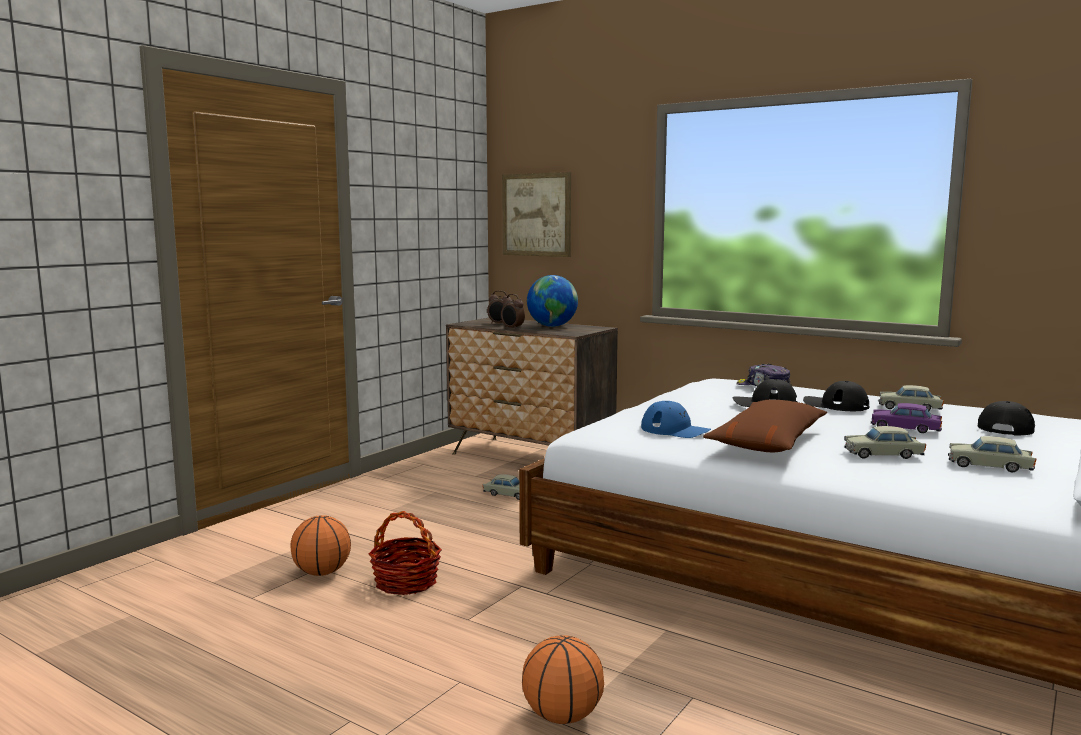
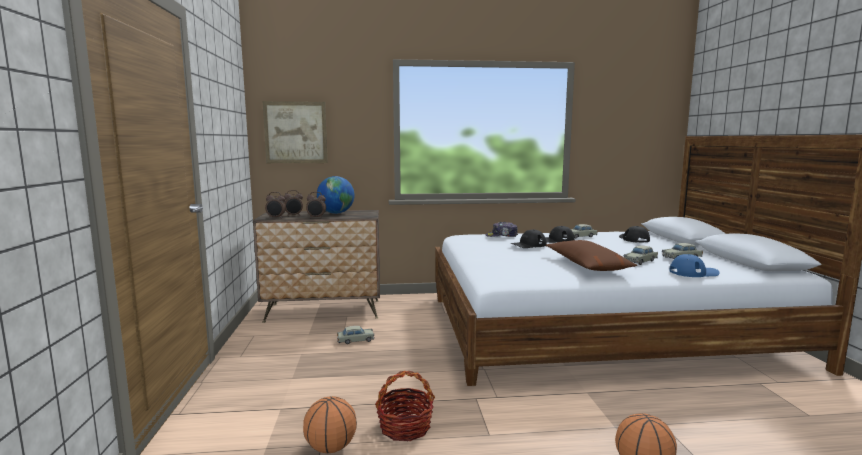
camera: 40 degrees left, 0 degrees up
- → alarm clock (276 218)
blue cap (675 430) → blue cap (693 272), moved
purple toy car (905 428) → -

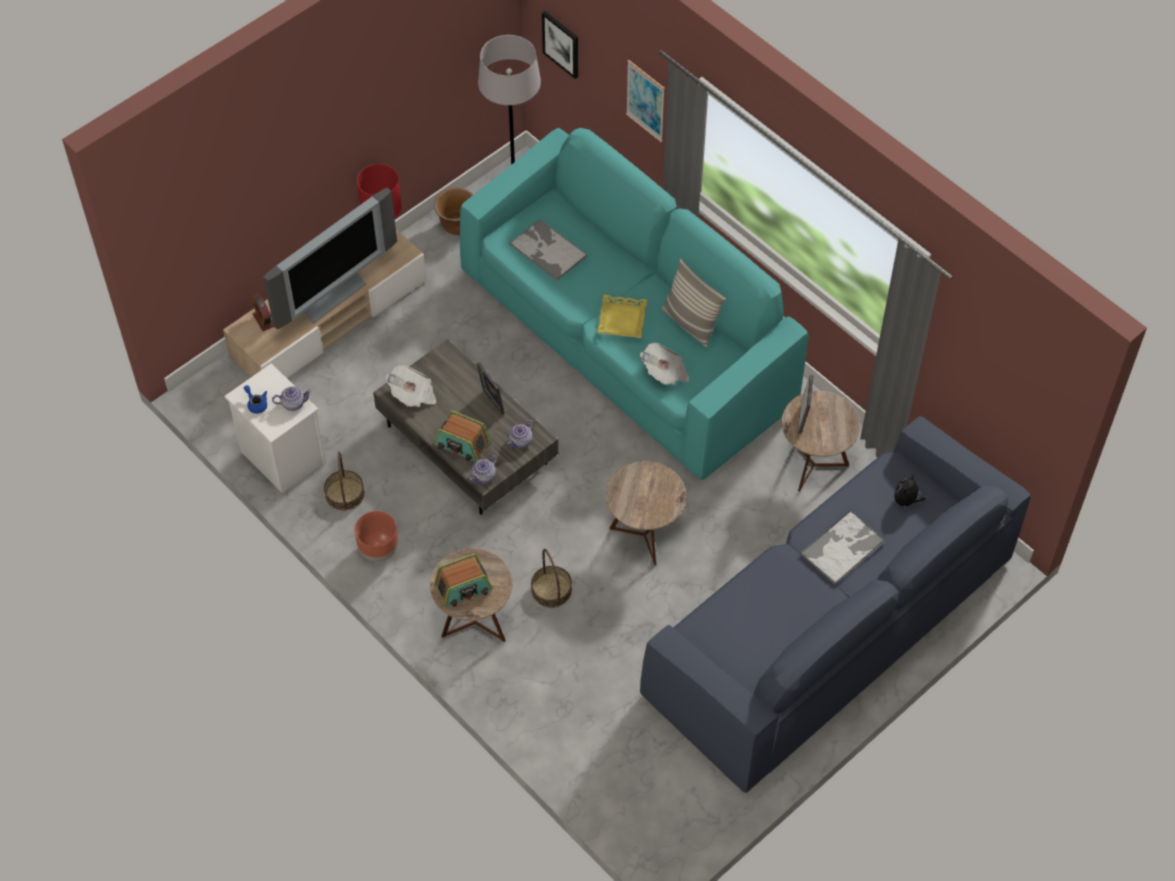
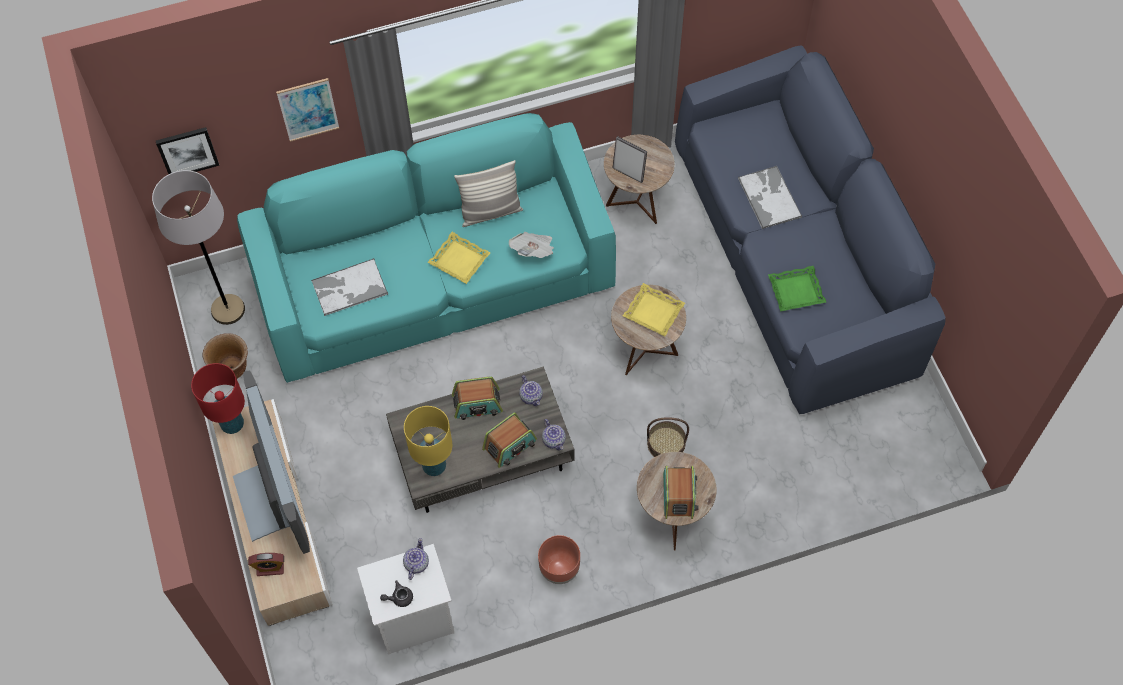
camera: 65 degrees left, 5 degrees up
blue teapot (256 404) → grey teapot (399 598)
newspaper (413 395) → yellow table lamp (434 466)
picture frame (491 402) → radio (477 404)
- → yellow tray (653 313)
- → green tray (796 291)
basket (344 494) → -
plush toy (906 501) → -

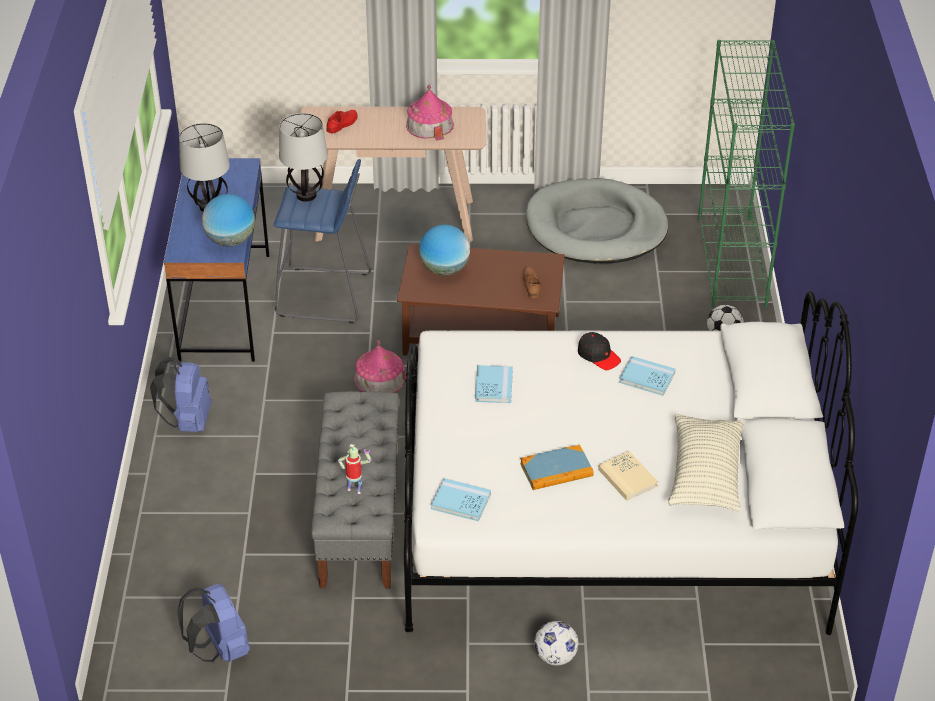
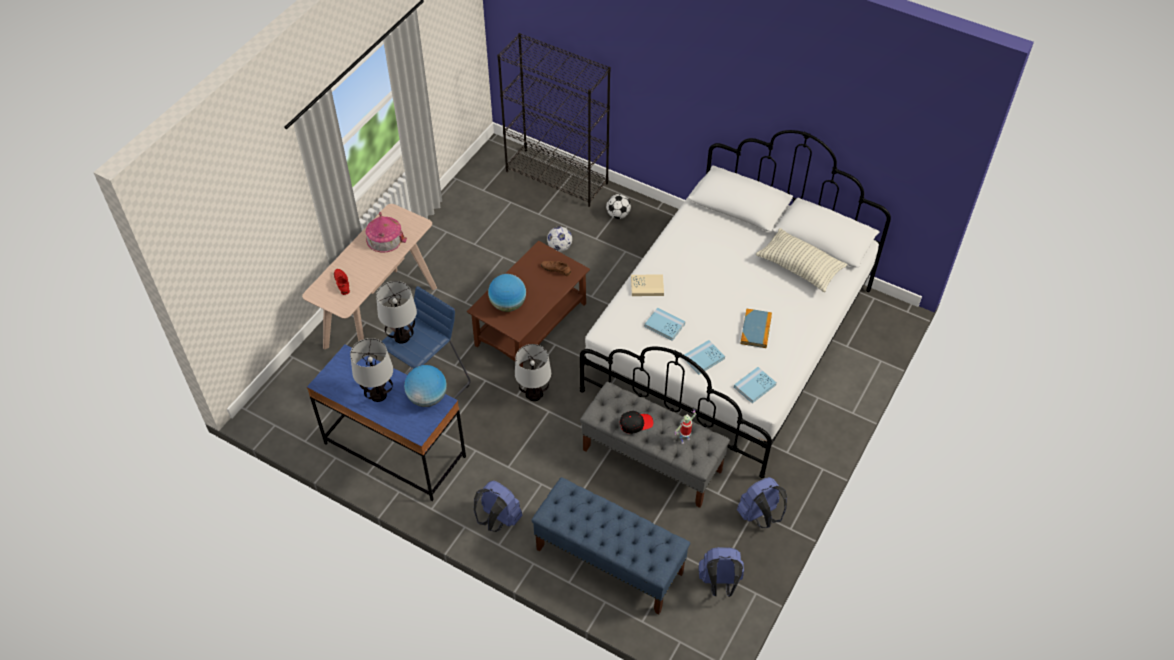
camera: 60 degrees left, 10 degrees up
green bookcase (732 262) → black bookcase (557 177)
toy house (379 379) → table lamp (533 395)
- → blue bench (608 561)
football (555 657) → football (560 247), moved
black cap (598 355) → black cap (635 423), moved
beige book (627 477) → beige book (647 286), moved
blue book (647 378) → blue book (703 358), moved
- → blue backpack (759 516)
grey dog bed (596 227) → -

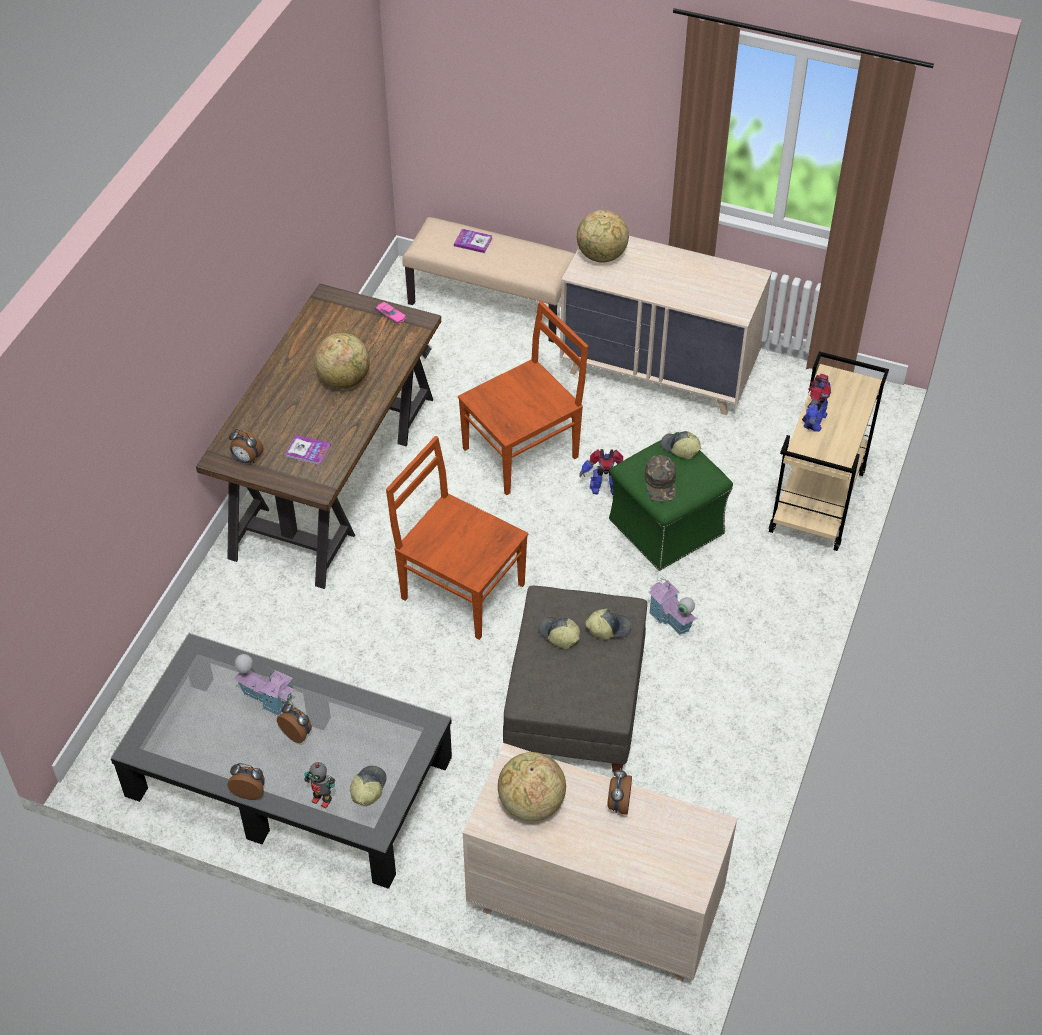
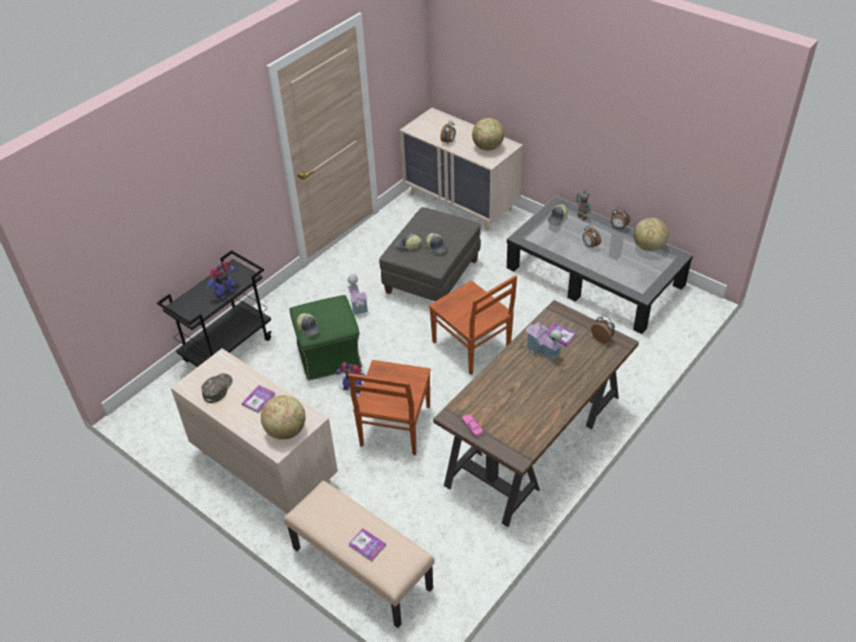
camera: 160 degrees left, 5 degrees down
beige cart (817 503) → black cart (228 349)
green cap (661 483) → green cap (217 388), moved
- → book (259 399)
brown chair (523 451) → brown chair (394 427), 60 degrees counterclockwise
toy house (268 698) → toy house (542 350), moved
globe (344 380) → globe (648 247), moved

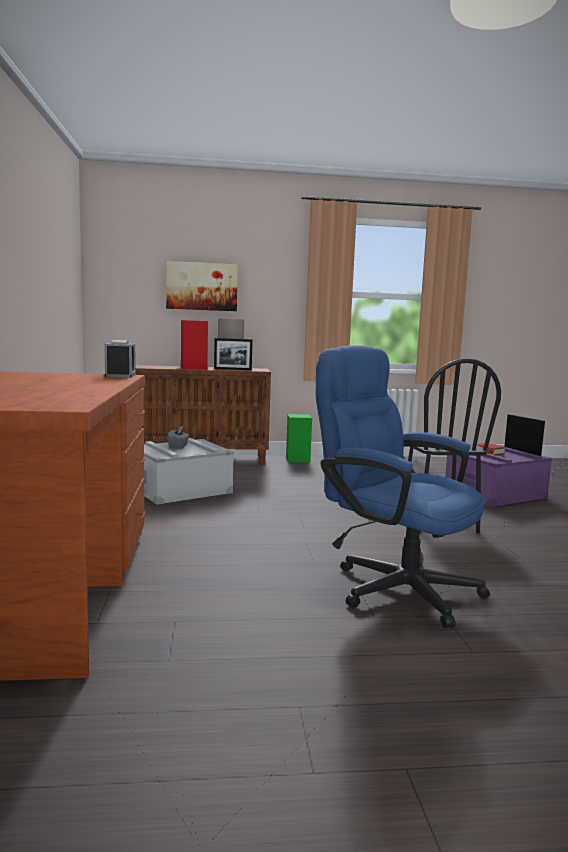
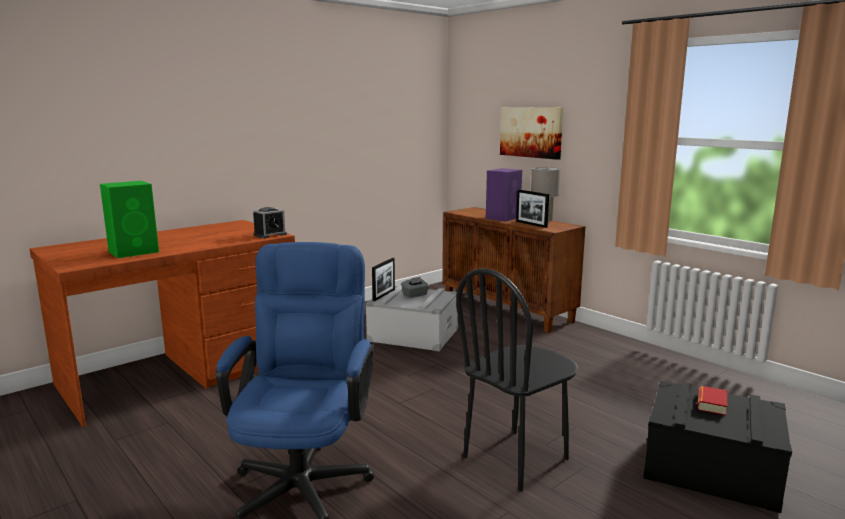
camera: 55 degrees right, 5 degrees up
green speaker (297 459) → green speaker (135 251), moved
picture frame (522 451) → picture frame (384 295), moved
red speaker (193 368) → purple speaker (503 218)
purple storage box (494 494) → black storage box (710 468)

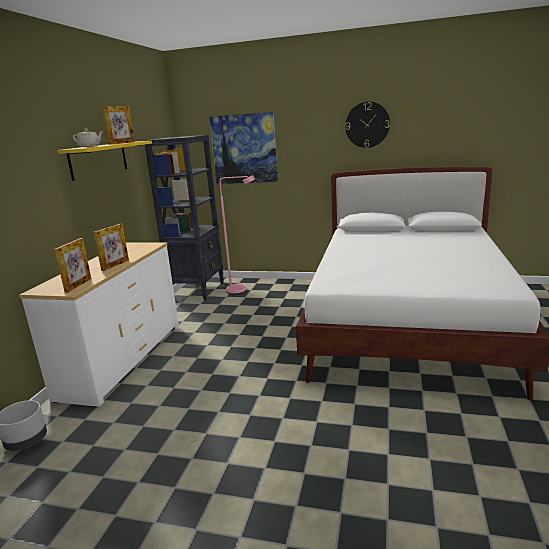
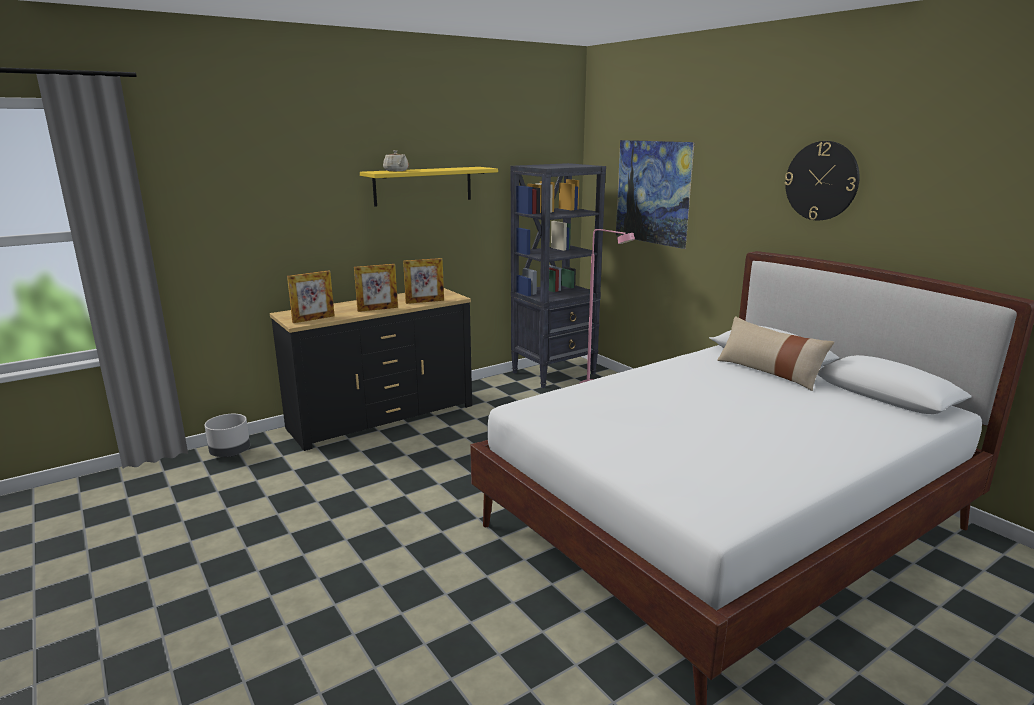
camera: 40 degrees right, 0 degrees up
white dresser (123 359) → black dresser (382 417)
picture frame (122 143) → picture frame (425 301), moved
- → beige pillow (769 372)

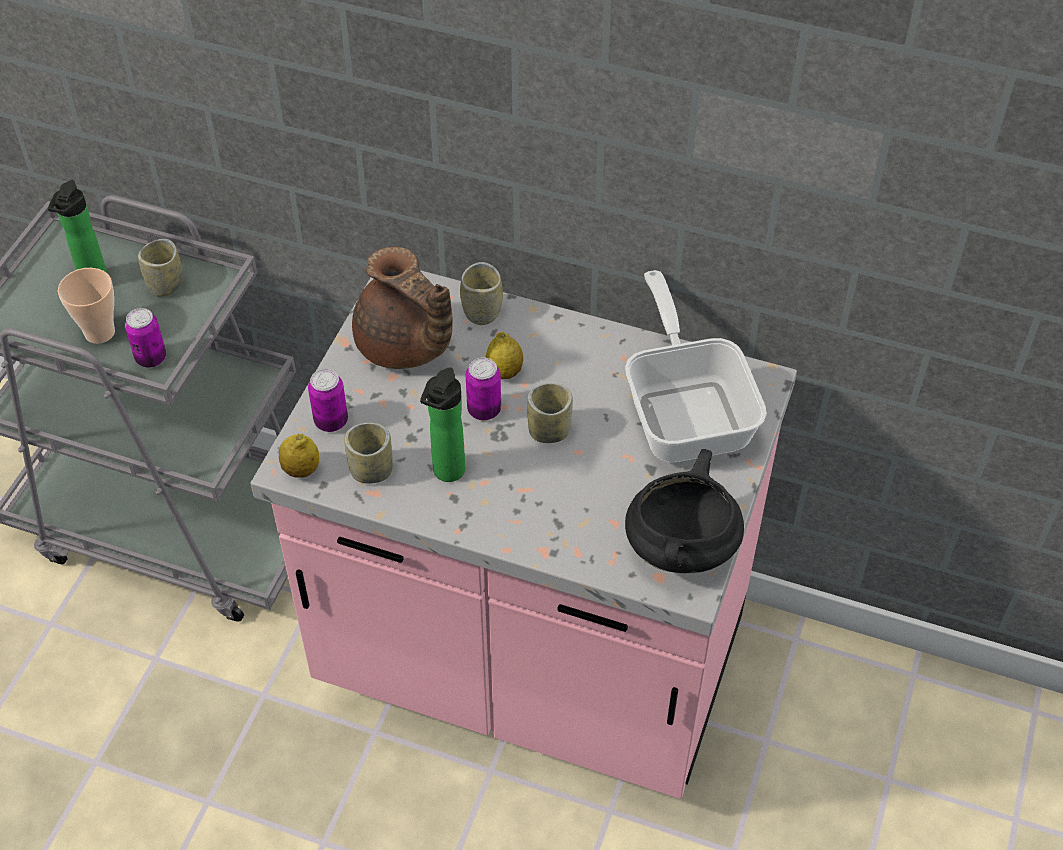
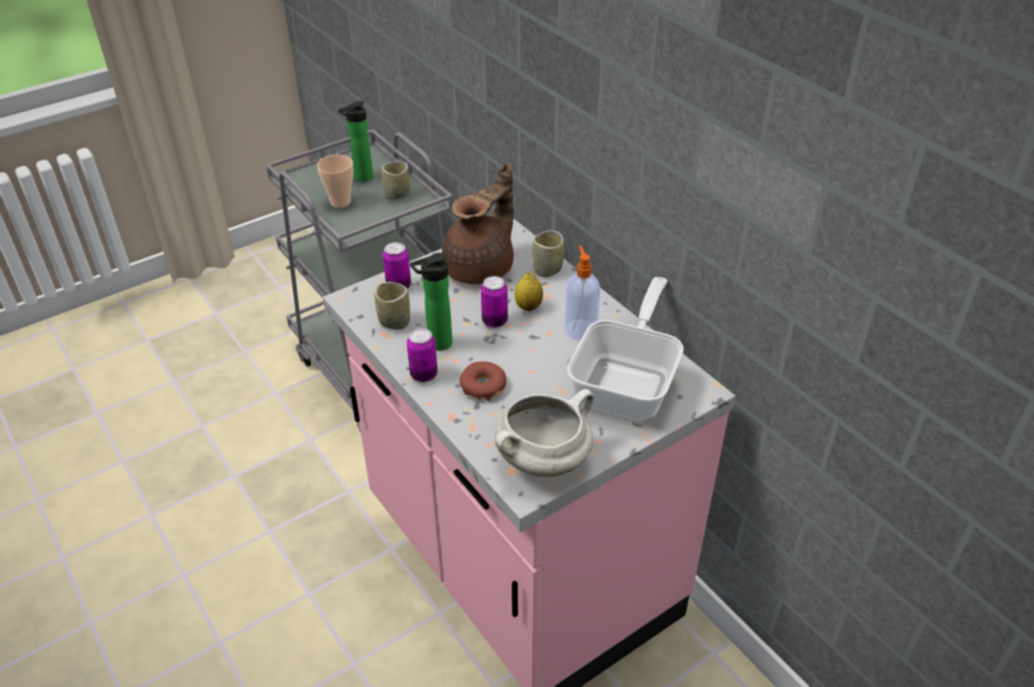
camera: 35 degrees right, 10 degrees down
can (151 358) → can (424 374), moved
brown teapot (405 346) → brown teapot (482 267), 135 degrees counterclockwise
- → donut (483 386)
black cooking pot (680 546) → white cooking pot (543 460)
- → soap dispenser (580 329)
lemon (301 470) → -
cup (549 431) → -

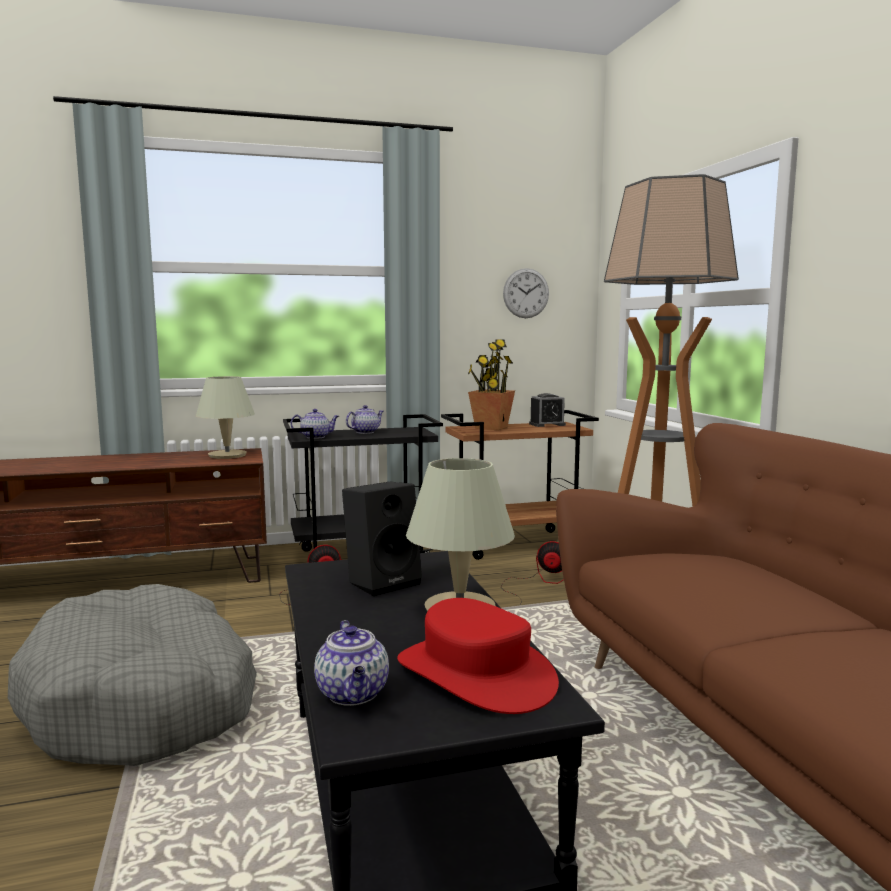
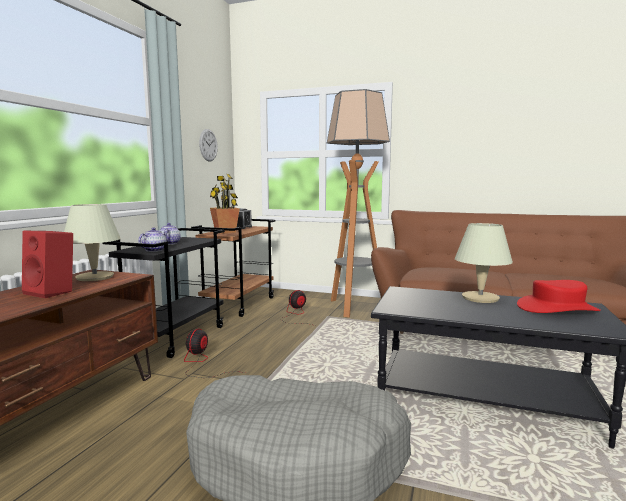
camera: 55 degrees left, 0 degrees up
- → red speaker (52 292)
teapot (353 694) → -
black speaker (383 582) → -

